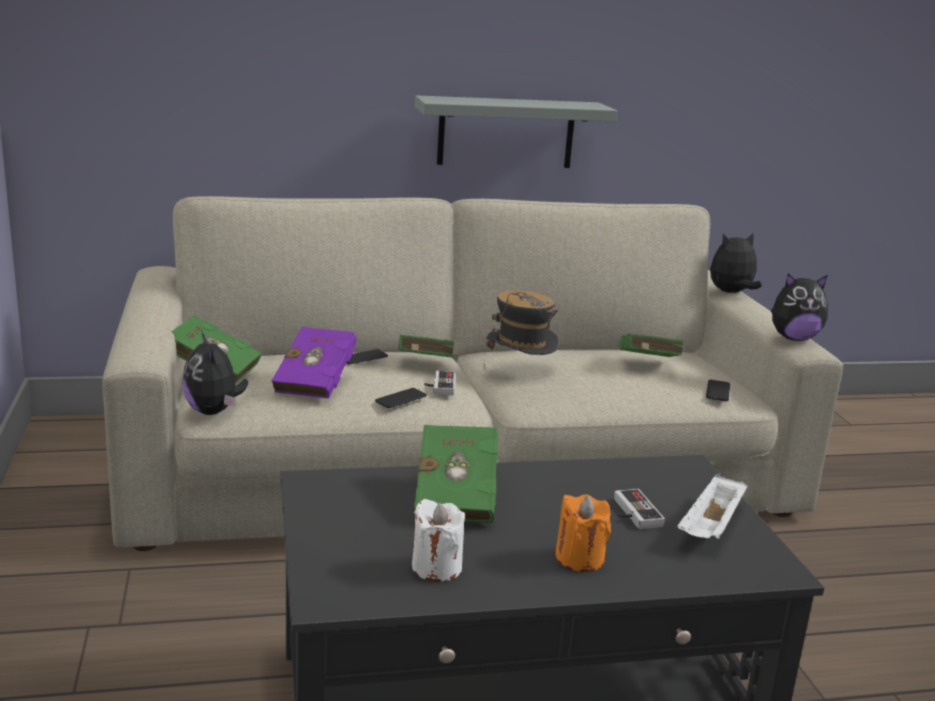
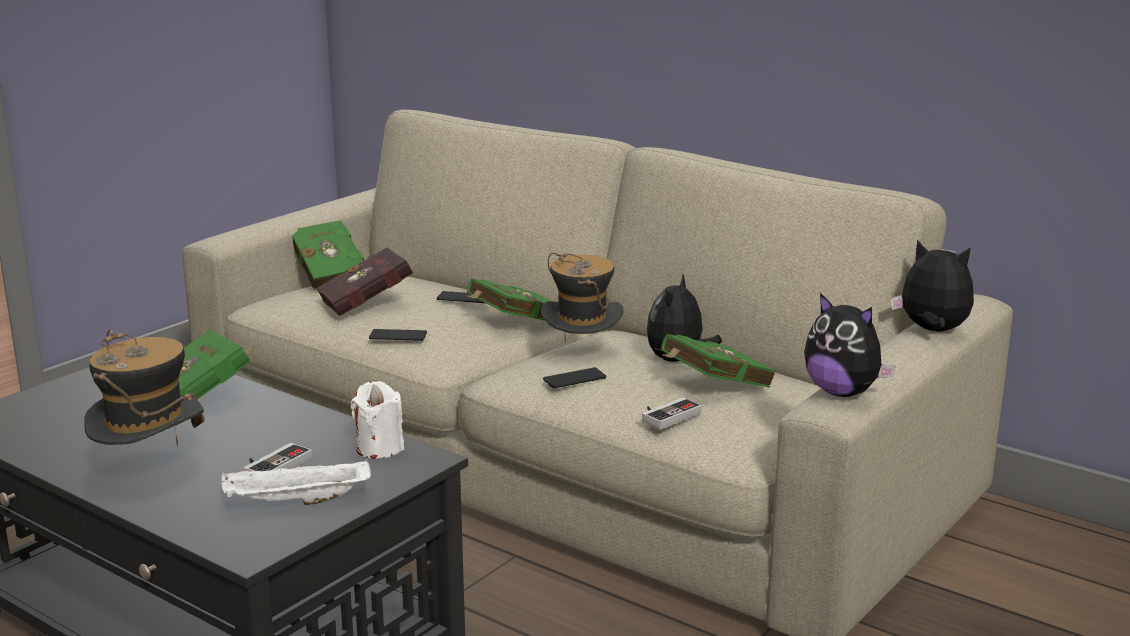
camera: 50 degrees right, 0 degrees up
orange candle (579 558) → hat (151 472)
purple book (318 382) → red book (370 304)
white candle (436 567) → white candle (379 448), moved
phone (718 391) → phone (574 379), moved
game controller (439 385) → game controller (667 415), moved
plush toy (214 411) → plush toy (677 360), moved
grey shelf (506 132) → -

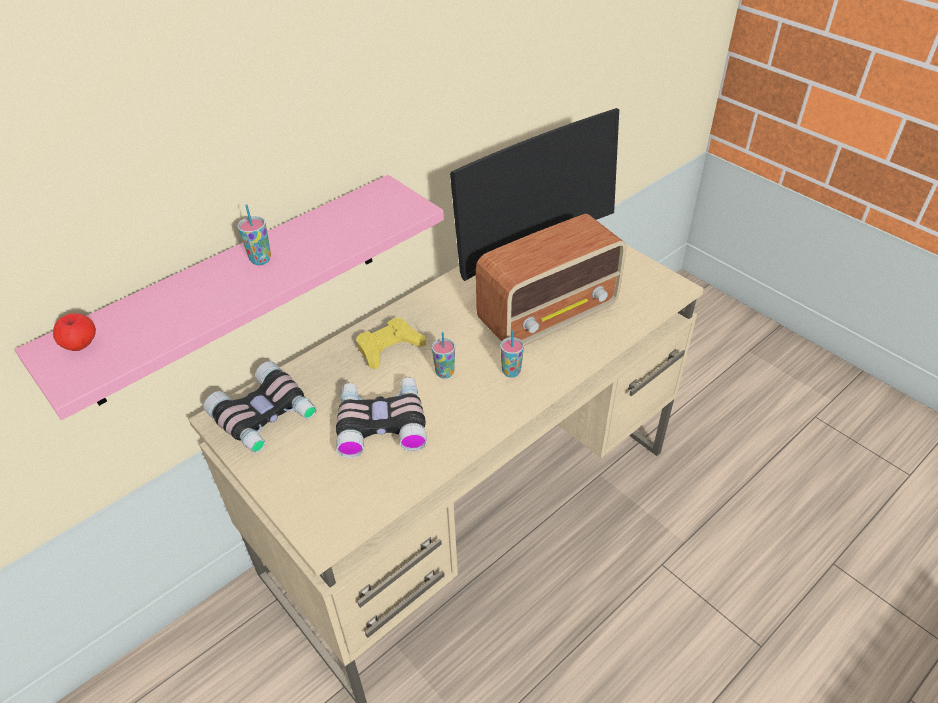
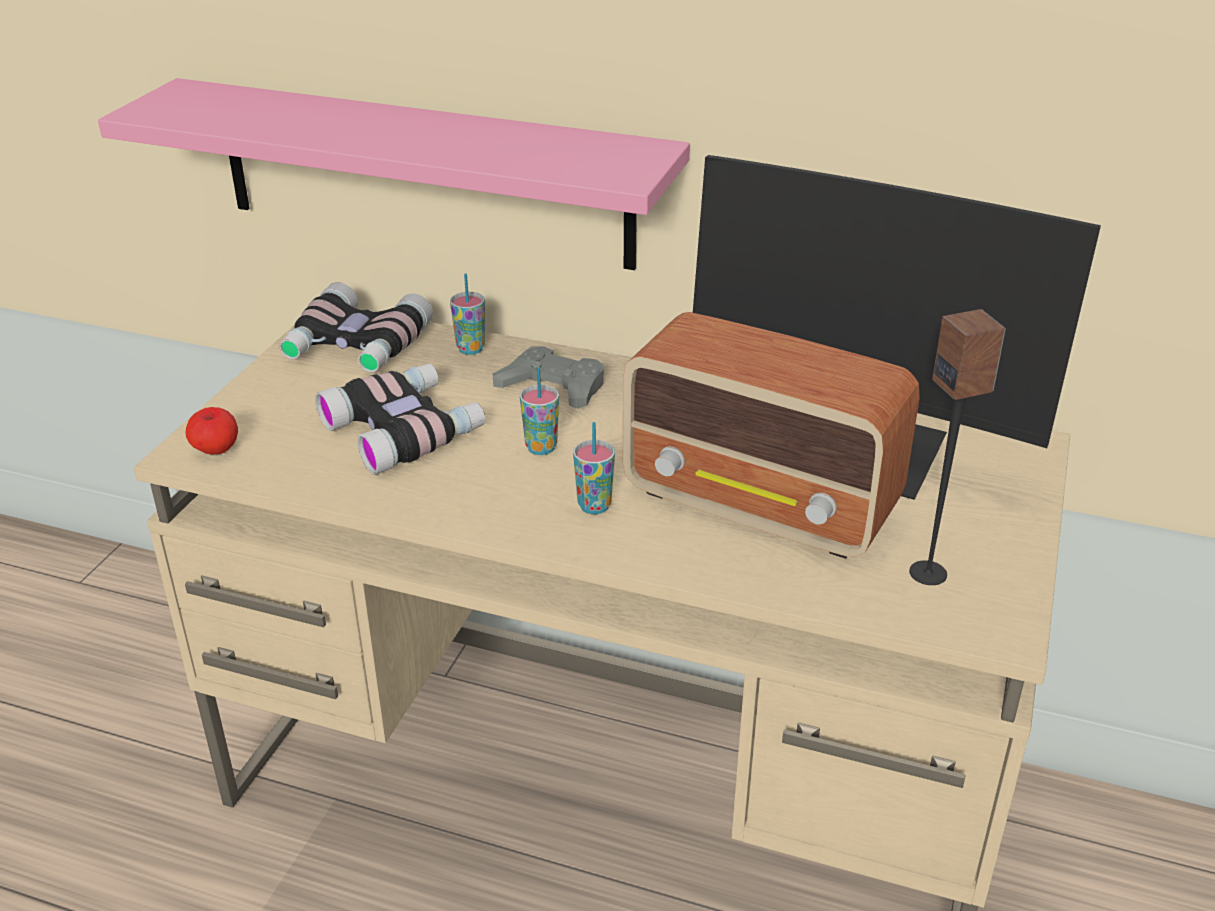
camera: 60 degrees right, 10 degrees down
apple (81 345) → apple (216 450), moved
cup (260 259) → cup (470 349), moved
yellow game controller (389 347) → grey game controller (553 387)
- → speaker (928 573)

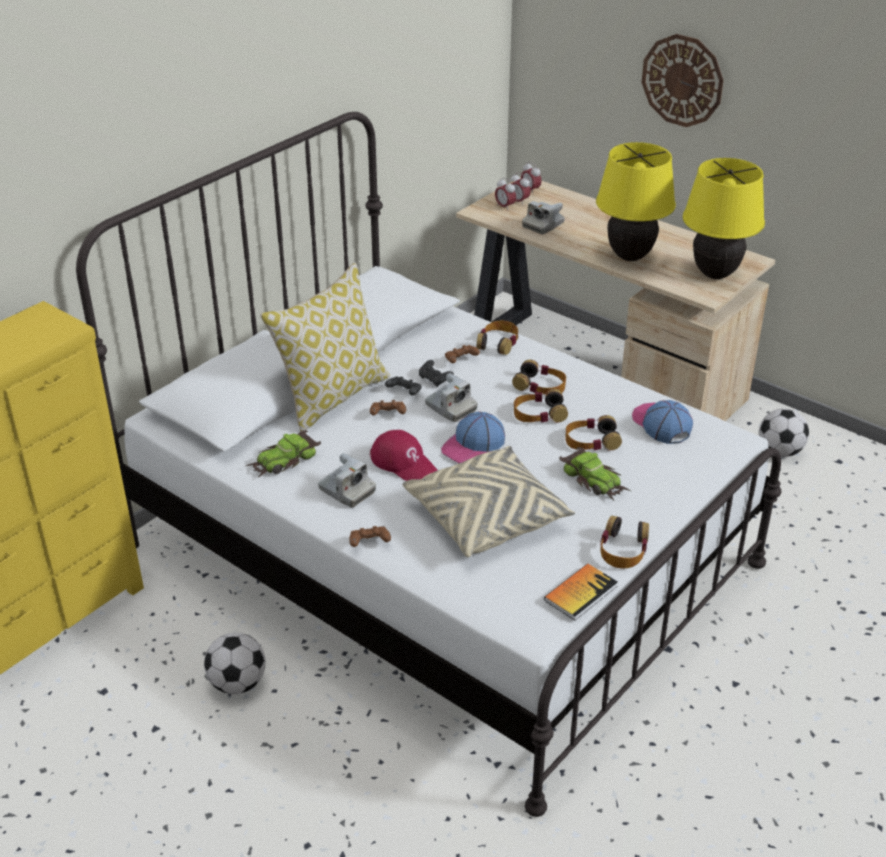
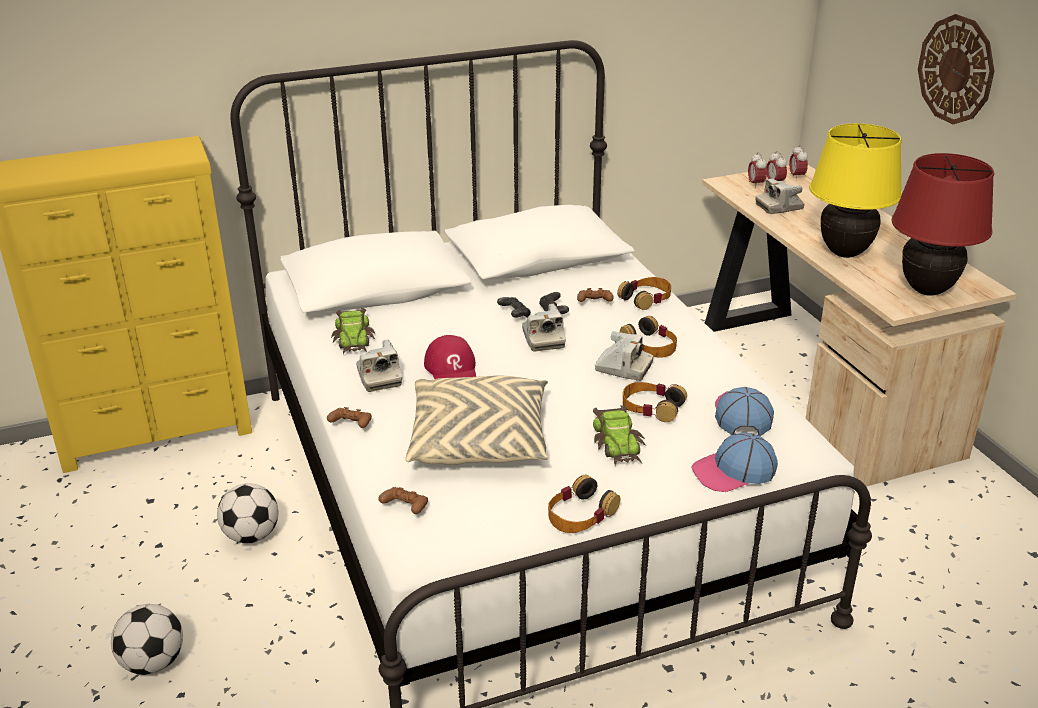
camera: 30 degrees right, 5 degrees down
football (779 451) → football (153 663), moved
toy car (284 461) → toy car (354 338), 90 degrees counterclockwise
brown game controller (388 415) → brown game controller (405 508), moved
headphones (539 414) → photo camera (623 368)
cap (473 446) → cap (734 472), moved
yellow table lamp (715 274) → red table lamp (926 290)
pillow (332 396) → -
book (580 593) → -

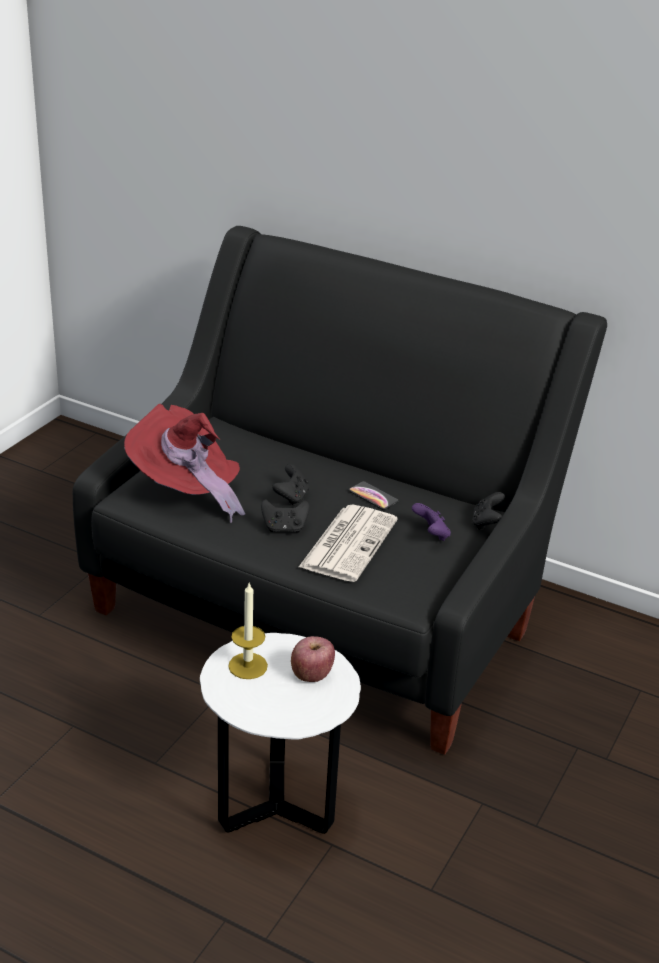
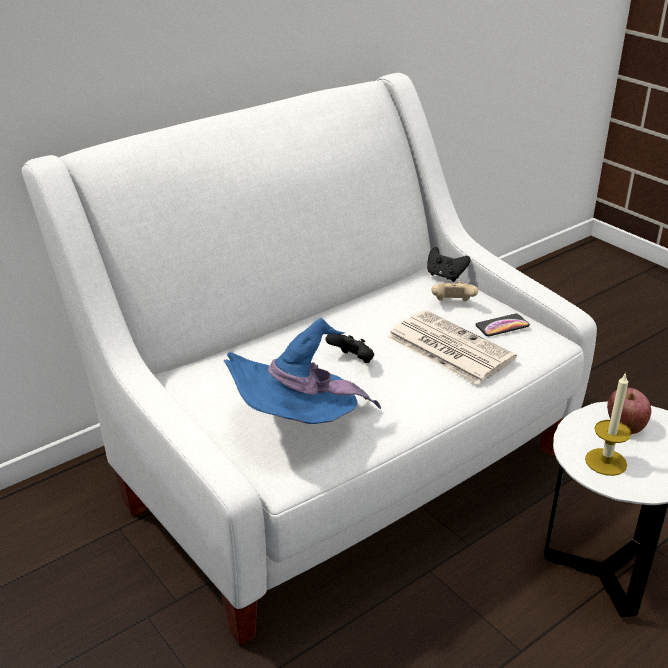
camera: 65 degrees left, 0 degrees up
black sofa (323 607) → white sofa (333 463)
red hat (186 490) → blue hat (298 425)
purple game controller (431 534) → beige game controller (452 304)
phone (373 496) → phone (502 326), moved
black game controller (284 528) → -

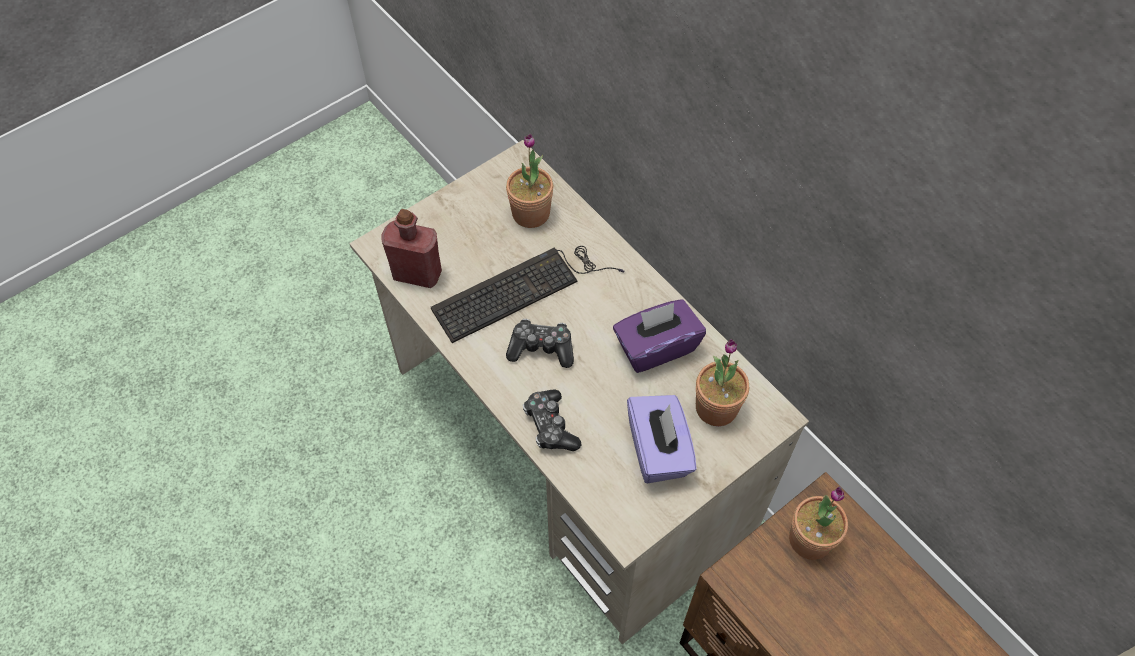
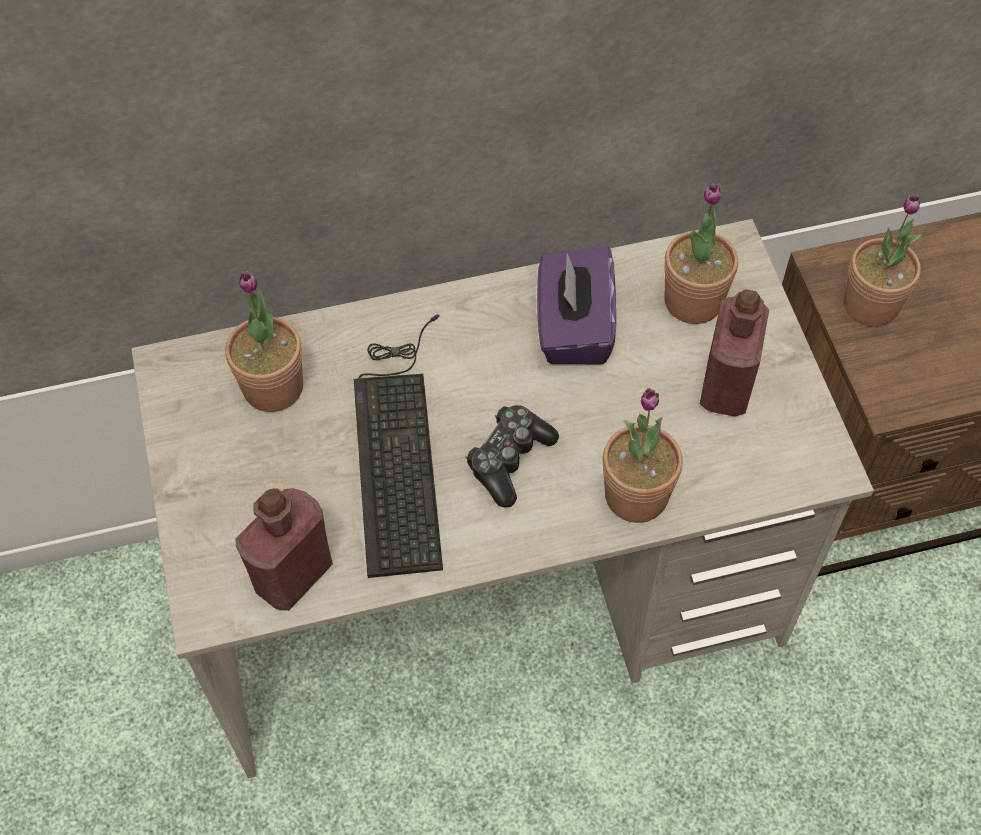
camera: 65 degrees left, 0 degrees up
game controller (550 426) → potted plant (636 495)
purple tissue box (658 450) → red bottle (726 386)

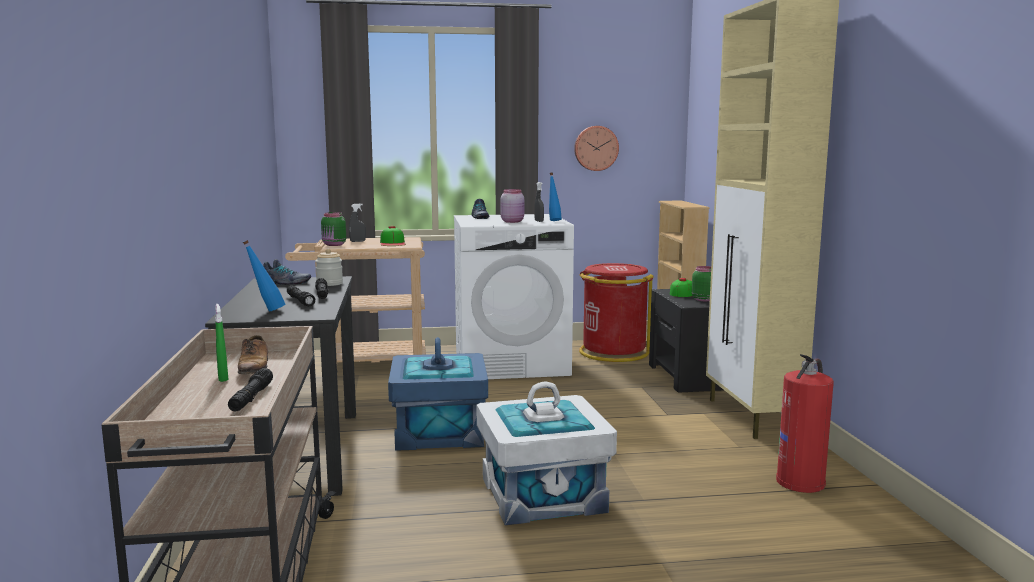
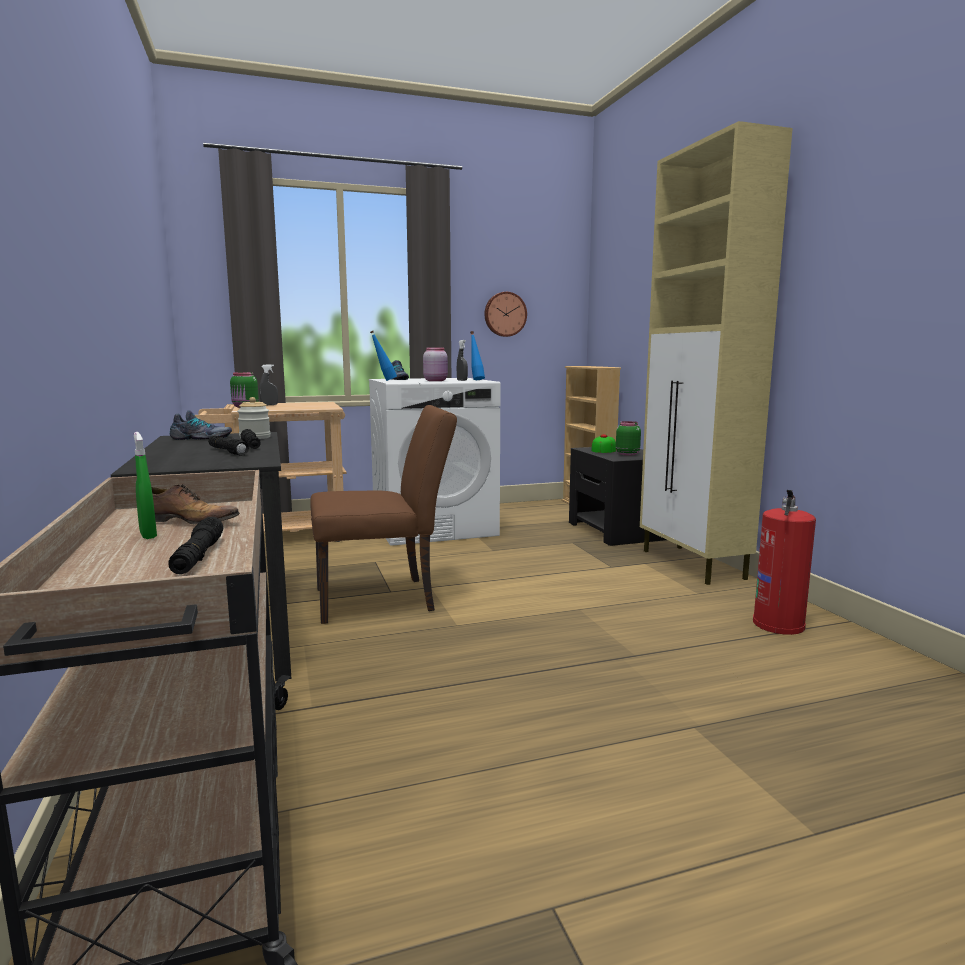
camera: 10 degrees left, 0 degrees up
shoe (254 368) → shoe (189 521), 60 degrees counterclockwise
blue storage box (440 432) → brown chair (385 599)
blue bottle (266 311) → blue bottle (384 380), moved
cap (393 243) → -
white storage box (542 494) → -
red trash can (613 352) → -

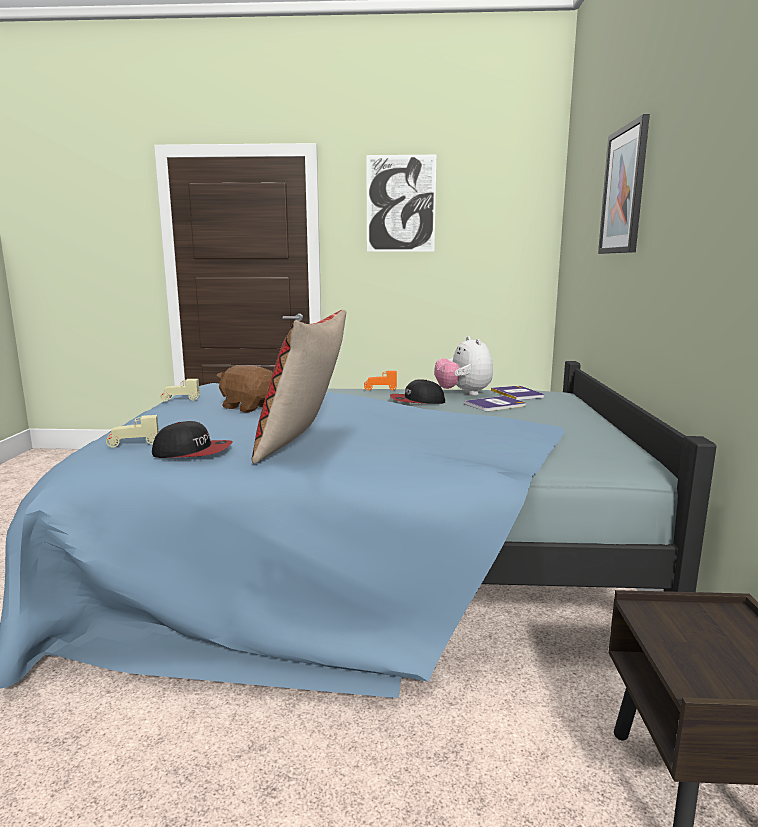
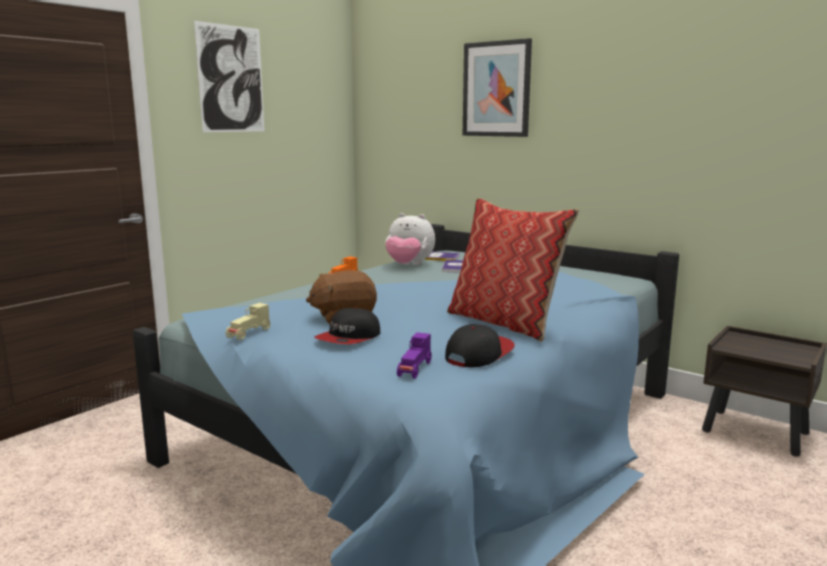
camera: 55 degrees left, 0 degrees up
cap (417 401) → cap (349 338), moved
beige toy car (133 444) → purple toy car (415 369)

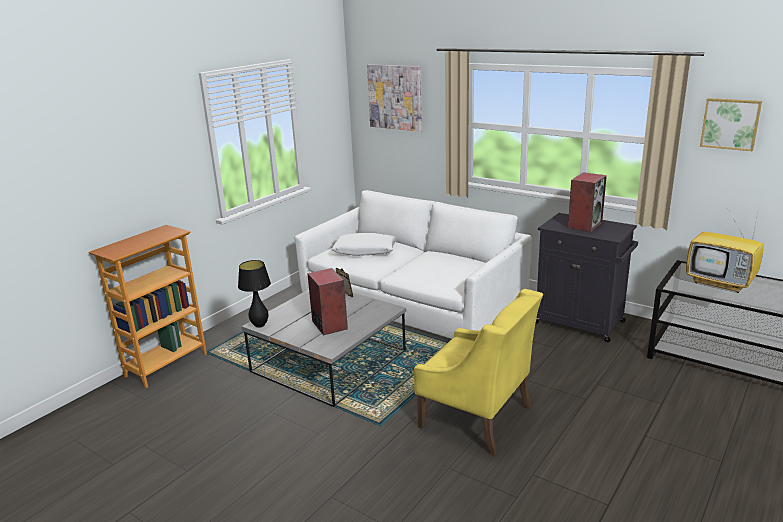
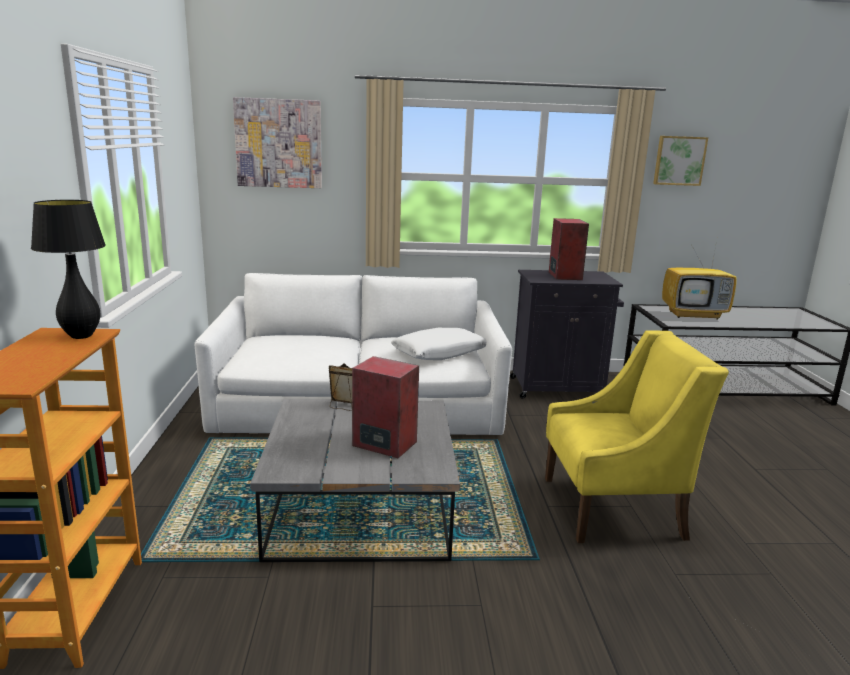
camera: 40 degrees left, 5 degrees down
black table lamp (259 325) → black table lamp (81 336), moved
white pillow (365 251) → white pillow (440 353), moved

